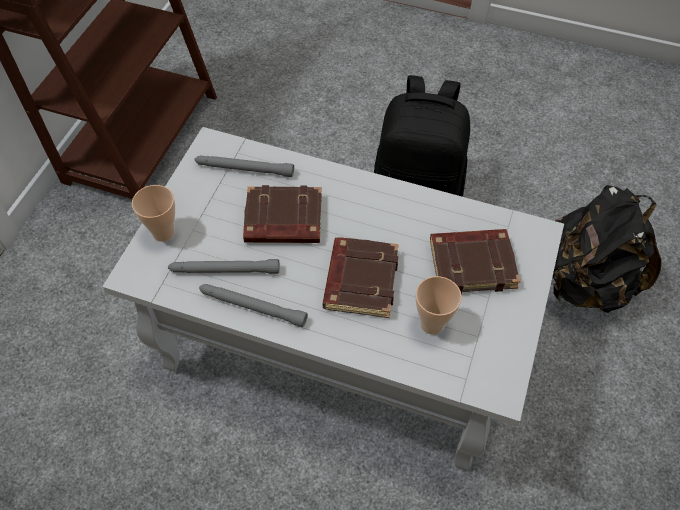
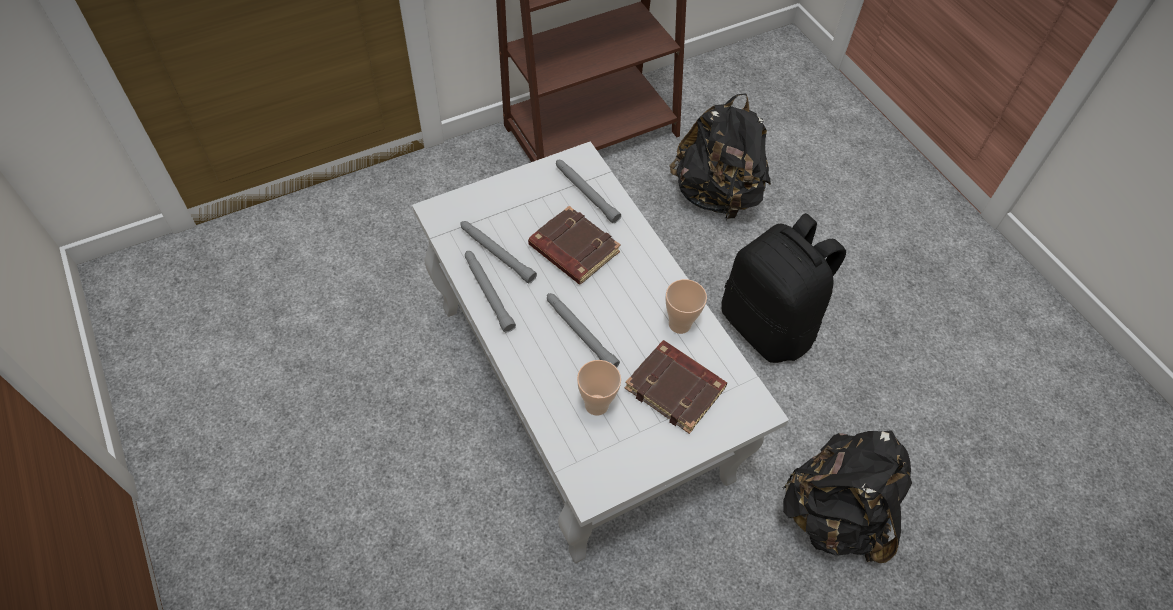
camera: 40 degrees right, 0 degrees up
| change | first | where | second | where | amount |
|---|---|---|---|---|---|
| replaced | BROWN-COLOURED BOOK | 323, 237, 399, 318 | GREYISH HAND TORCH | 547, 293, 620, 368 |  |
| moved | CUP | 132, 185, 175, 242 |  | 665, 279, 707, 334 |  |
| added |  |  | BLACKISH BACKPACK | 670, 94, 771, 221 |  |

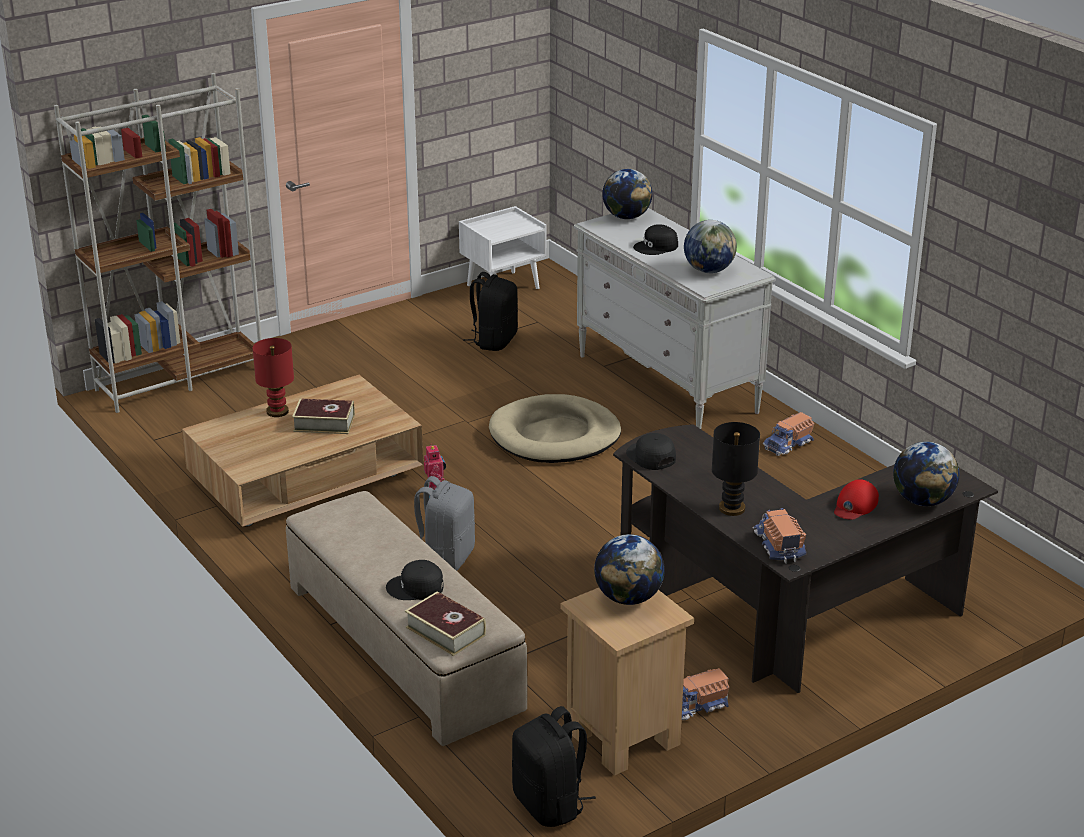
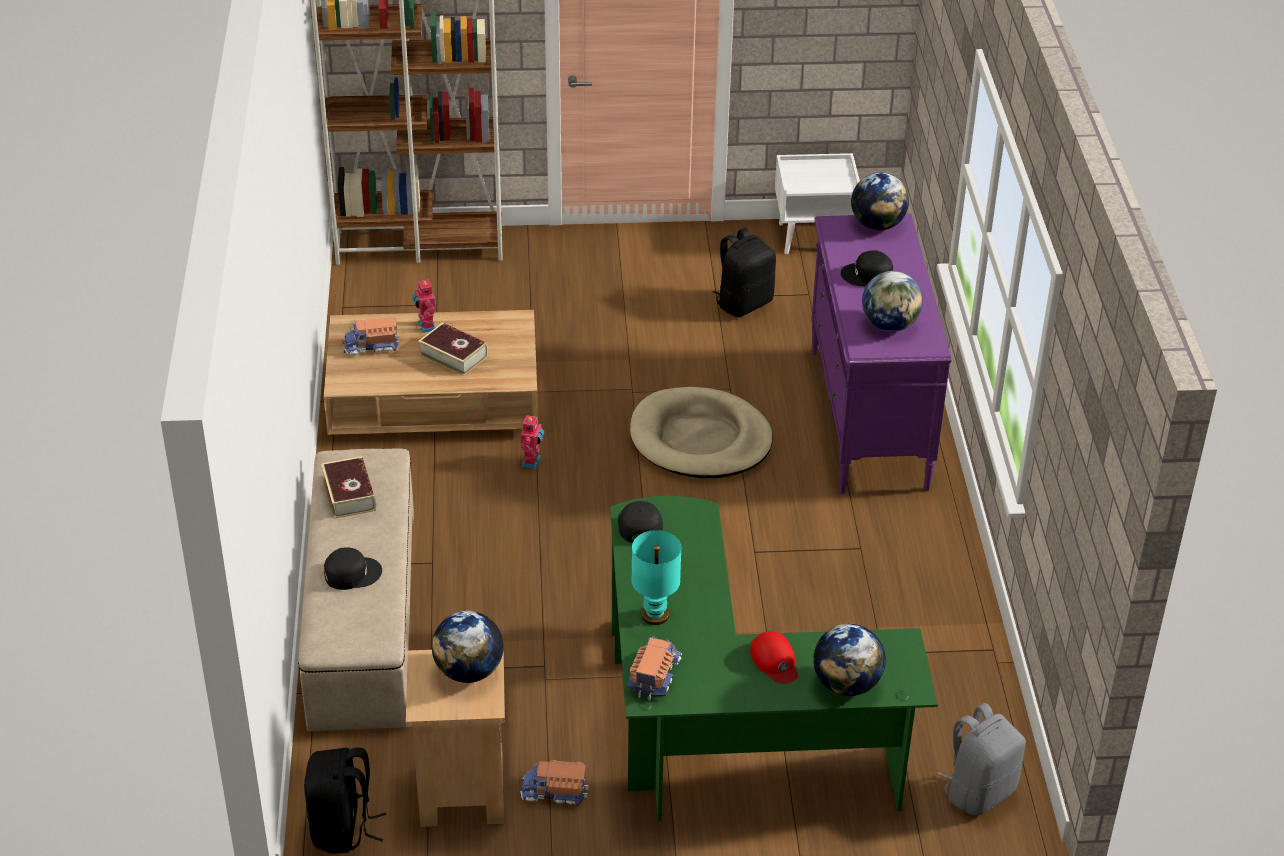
camera: 30 degrees right, 10 degrees up
| change | first | where | second | where | amount |
|---|---|---|---|---|---|
| moved | BOOK | 405, 591, 486, 656 |  | 321, 456, 376, 519 |  |
| turned | BLACKISH BASEBALL CAP | 386, 560, 444, 600 |  | 324, 547, 382, 590 | 135 degrees clockwise |
| moved | TOY LORRY | 763, 412, 814, 456 |  | 342, 317, 400, 355 |  |
| replaced | REDDISH TABLETOP LAMP | 253, 338, 294, 417 | TOY ROBOT | 412, 278, 436, 333 |  |
| recoloured | BLACKISH DESK UNIT | 613, 424, 998, 693 | GREENISH DESK UNIT | 610, 496, 938, 821 |  |
| recoloured | BLACKISH TABLETOP LAMP | 712, 422, 760, 516 | BLUE-GREEN TABLETOP LAMP | 631, 530, 681, 625 |  |
| turned | REDDISH BASEBALL CAP | 834, 479, 879, 520 |  | 750, 631, 798, 684 | 90 degrees counterclockwise |
| recoloured | WHITE-COLOURED CHEST OF DRAWERS | 574, 208, 776, 429 | PURPLE-COLOURED CHEST OF DRAWERS | 811, 214, 951, 494 |  |
| moved | GREYISH BACKPACK | 414, 476, 475, 571 |  | 938, 703, 1026, 816 |  |

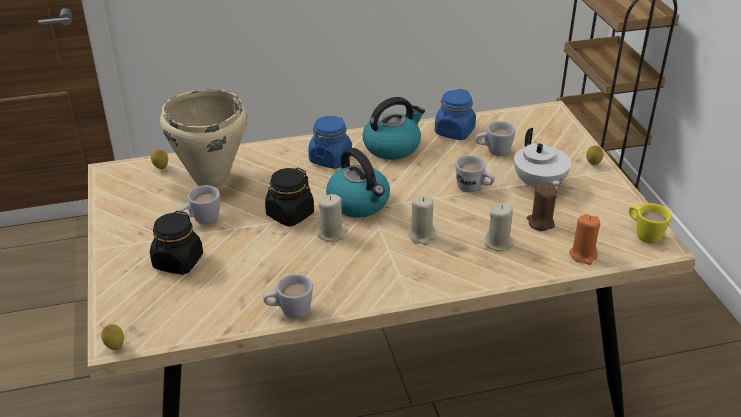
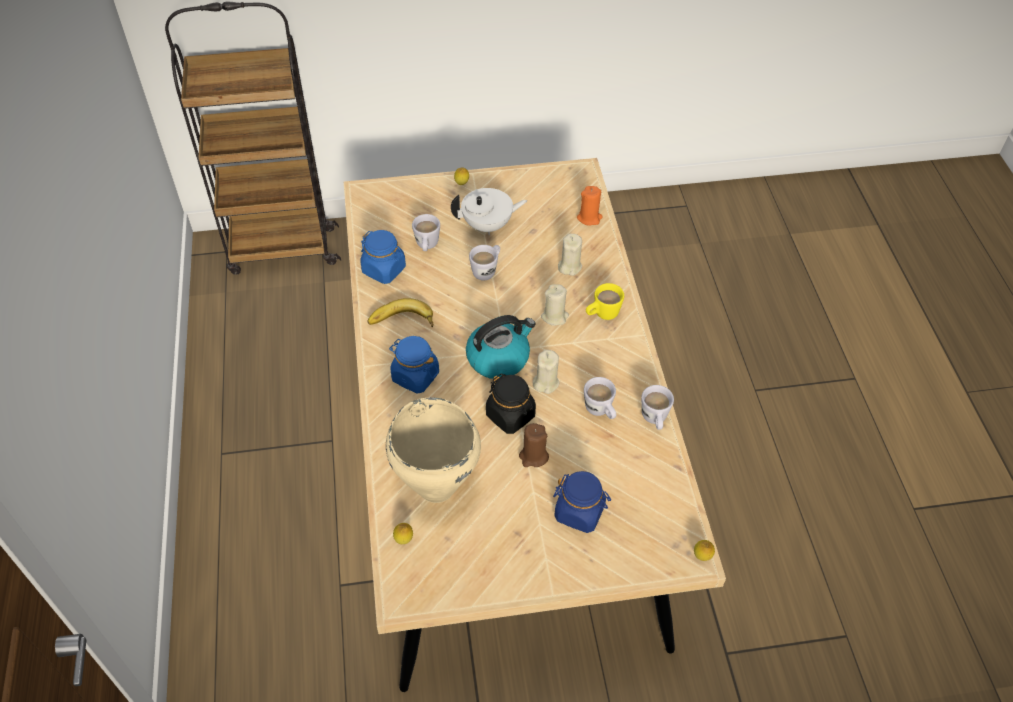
camera: 85 degrees left, 15 degrees up
| change | first | where | second | where | amount |
|---|---|---|---|---|---|
| replaced | KETTLE | 362, 97, 425, 160 | WHOLE BANANA | 368, 298, 433, 327 |  |
| moved | BROWN-COLOURED CANDLE | 527, 182, 557, 231 |  | 519, 423, 549, 467 |  |
| recoloured | BLACKISH JAR | 150, 211, 203, 275 | BLUE JAR | 553, 471, 611, 533 |  |
| moved | WHITE-COLOURED COFFEE MUG | 179, 185, 220, 224 |  | 584, 377, 616, 419 |  |
| moved | YELLOW COFFEE MUG | 629, 203, 671, 243 |  | 586, 283, 624, 320 |  |

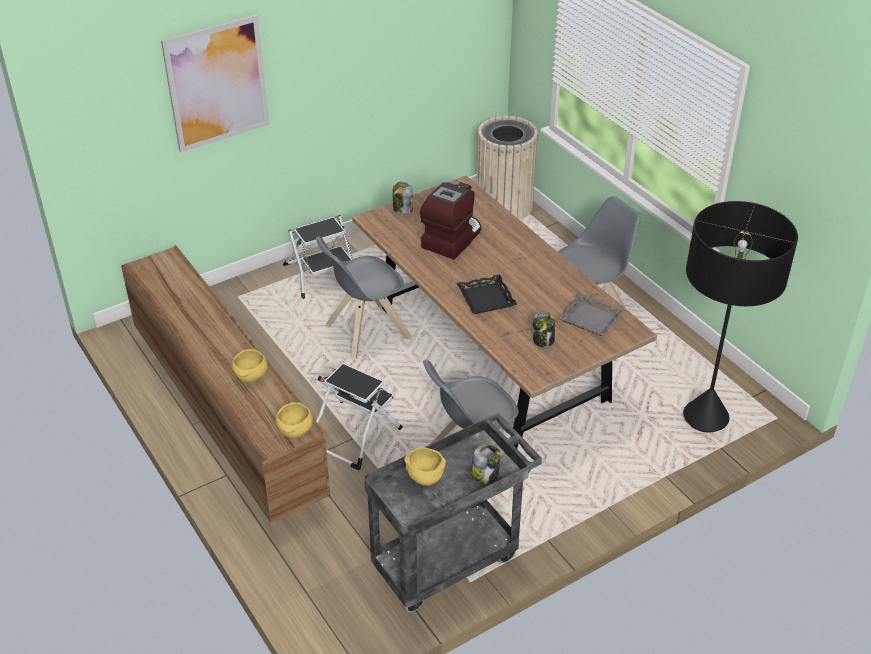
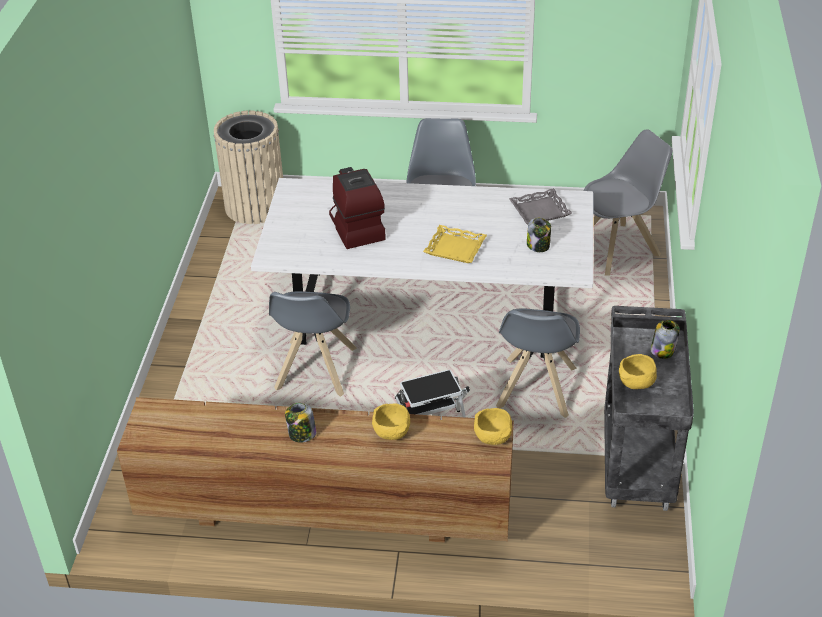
camera: 50 degrees left, 0 degrees up
| change | first | where | second | where | amount |
|---|---|---|---|---|---|
| recoloured | BROWN-COLOURED DINNER TABLE | 352, 176, 657, 448 | WHITE-COLOURED DINNER TABLE | 251, 178, 593, 358 |  |
| moved | JAR | 393, 182, 413, 214 |  | 285, 403, 317, 443 |  |
| recoloured | BLACKISH TRAY | 457, 274, 517, 314 | YELLOW TRAY | 423, 225, 487, 263 |  |
| replaced | BLACKISH STANDING LAMP | 683, 201, 798, 433 | GREYISH PLAIN CHAIR | 584, 129, 672, 276 |  |
| removed | WALL PICTURE | 161, 15, 269, 152 |  |  |  |
| removed | STEP LADDER | 283, 215, 353, 299 |  |  |  |

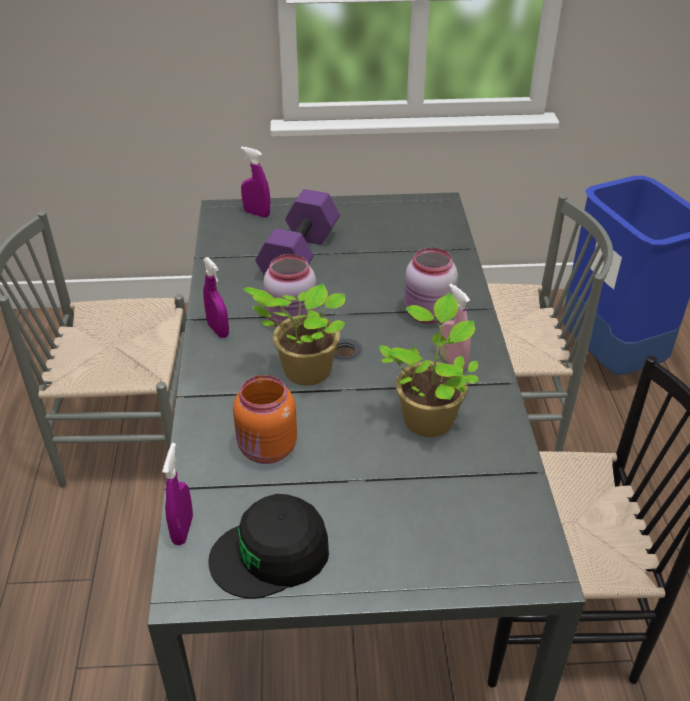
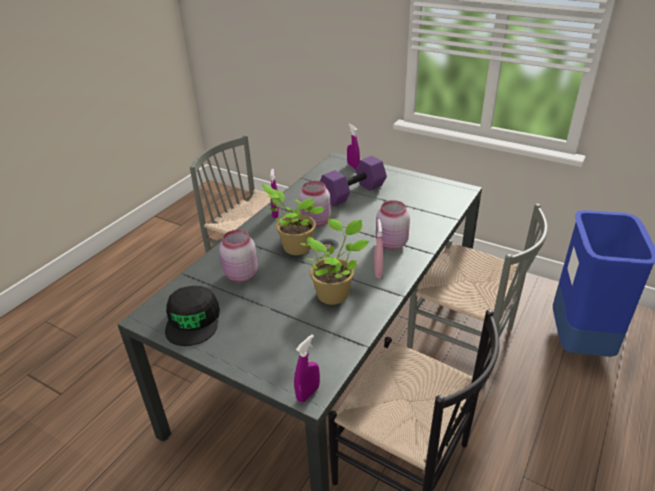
camera: 35 degrees right, 5 degrees down
| change | first | where | second | where | amount |
|---|---|---|---|---|---|
| turned | BLACKISH BASEBALL CAP | 208, 494, 329, 599 |  | 165, 286, 220, 346 | 105 degrees counterclockwise |
| recoloured | ORANGE-COLOURED JAR | 233, 375, 297, 464 | PINK JAR | 219, 230, 258, 282 |  |
| moved | PURPLE-COLOURED HAND SPRAYER | 162, 443, 193, 545 |  | 294, 334, 320, 402 |  |

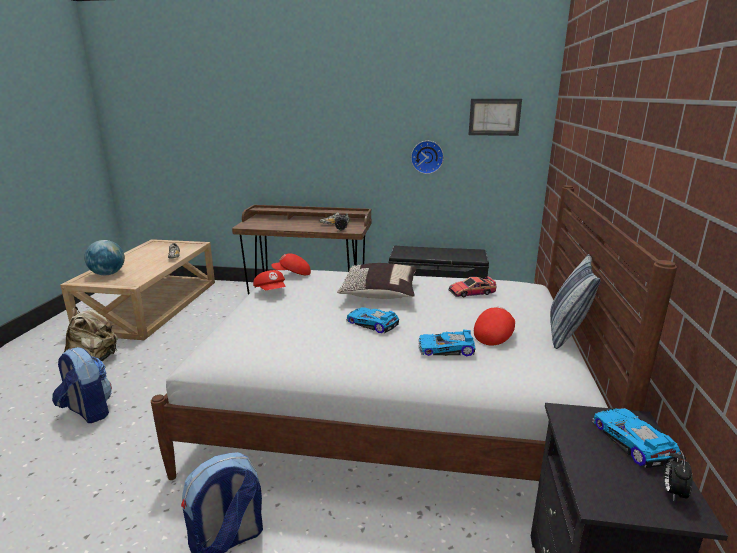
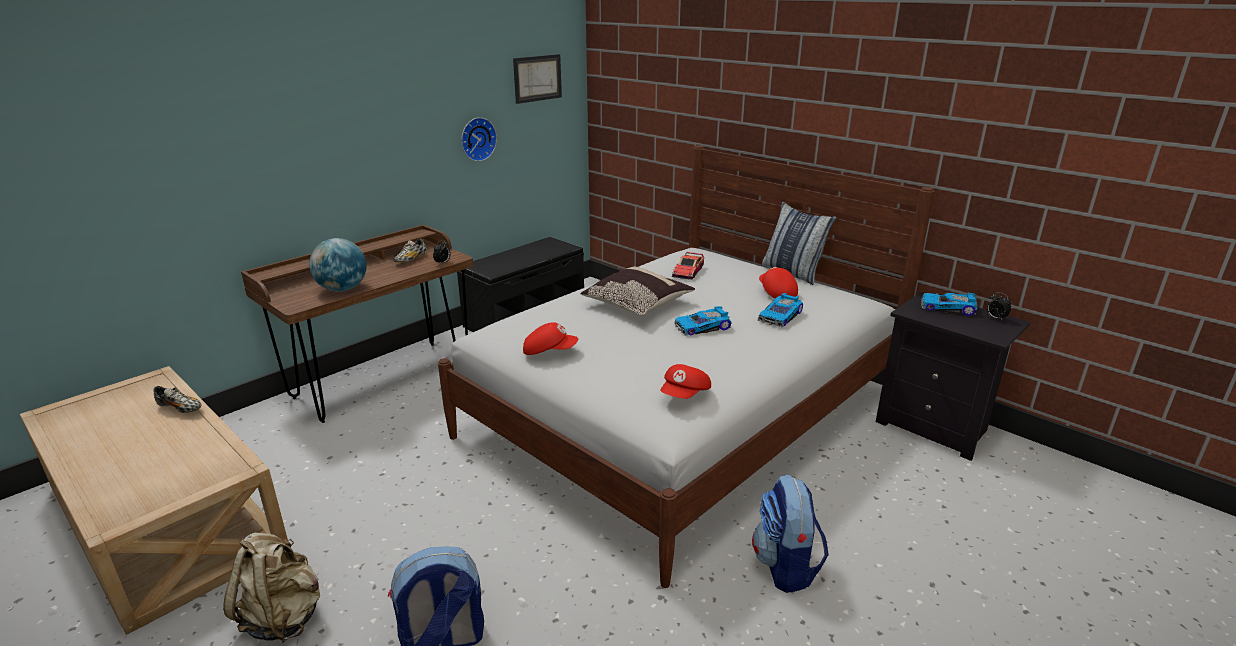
camera: 55 degrees left, 5 degrees up
| change | first | where | second | where | amount |
|---|---|---|---|---|---|
| moved | GLOBE | 84, 240, 125, 275 |  | 309, 238, 367, 292 |  |
| moved | REDDISH BASEBALL CAP | 271, 253, 311, 275 |  | 661, 364, 711, 399 |  |

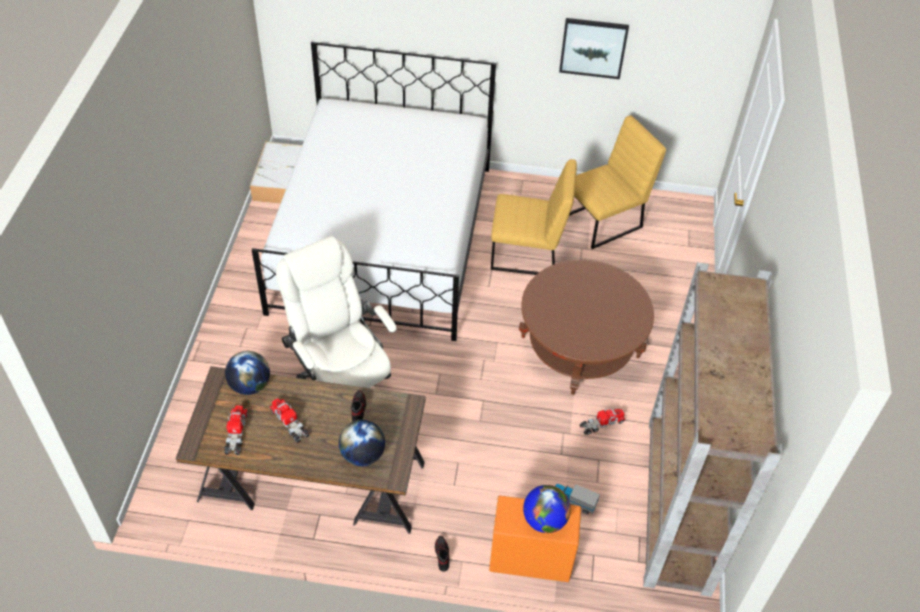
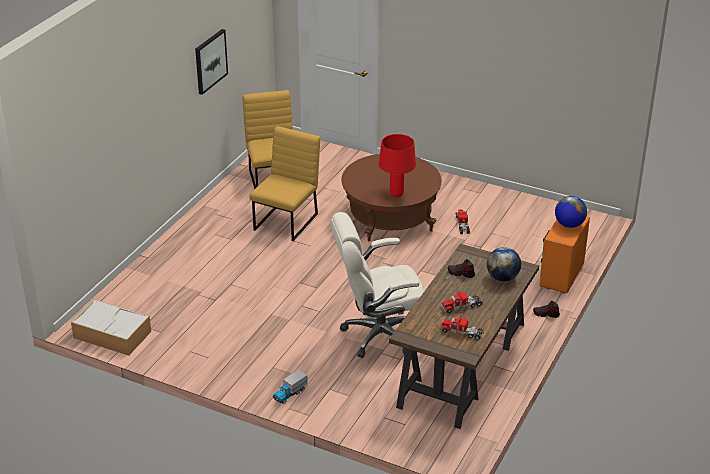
camera: 70 degrees left, 15 degrees down
| change | first | where | second | where | amount |
|---|---|---|---|---|---|
| moved | TOY LORRY | 555, 484, 600, 514 |  | 273, 370, 308, 404 |  |
| added |  |  | REDDISH TABLETOP LAMP | 379, 134, 416, 197 |  |
| removed | GLOBE | 225, 351, 270, 395 |  |  |  |
| removed | WHITE-COLOURED SLEEPING BED | 252, 42, 496, 341 |  |  |  |
| removed | BROWN-COLOURED BOOKSHELF | 643, 262, 782, 597 |  |  |  |

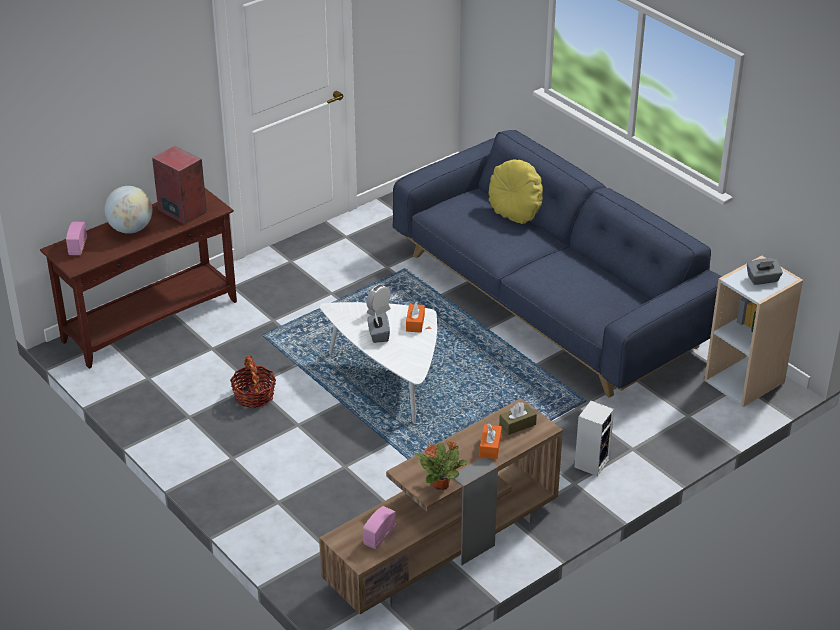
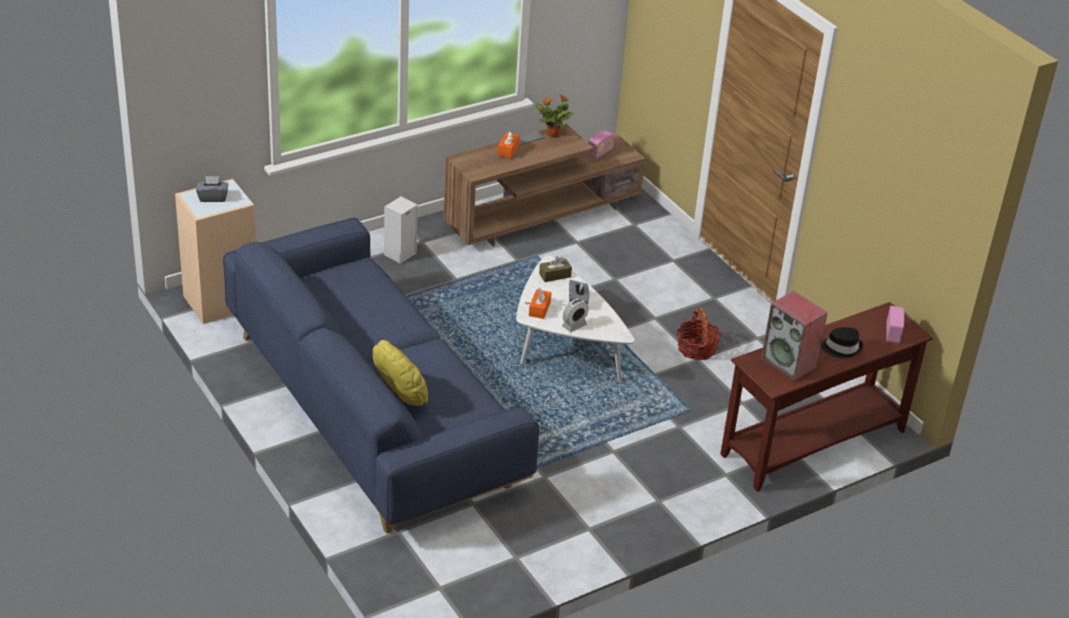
camera: 175 degrees left, 0 degrees up
| change | first | where | second | where | amount |
|---|---|---|---|---|---|
| moved | BROWN-COLOURED TISSUE BOX | 499, 403, 537, 435 |  | 539, 256, 572, 282 |  |
| replaced | GLOBE | 104, 186, 152, 234 | BLACKISH WEARABLE HAT | 821, 327, 863, 358 |  |

